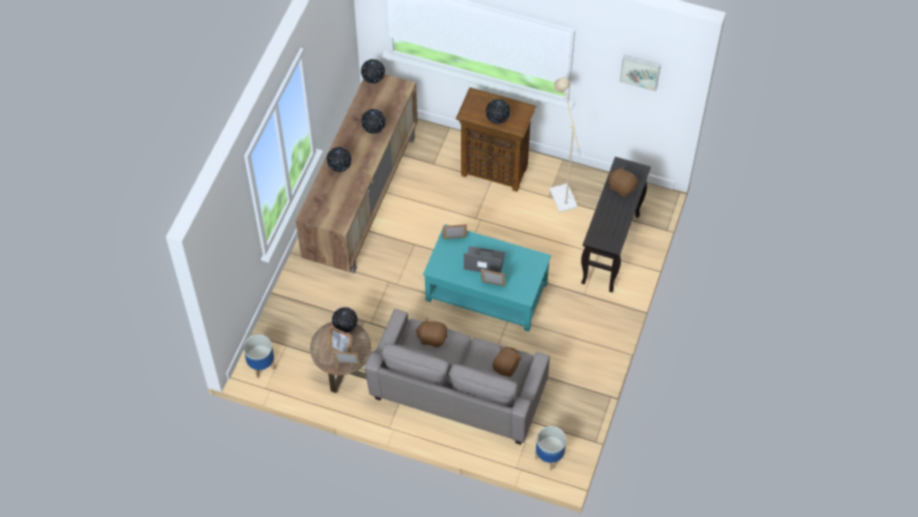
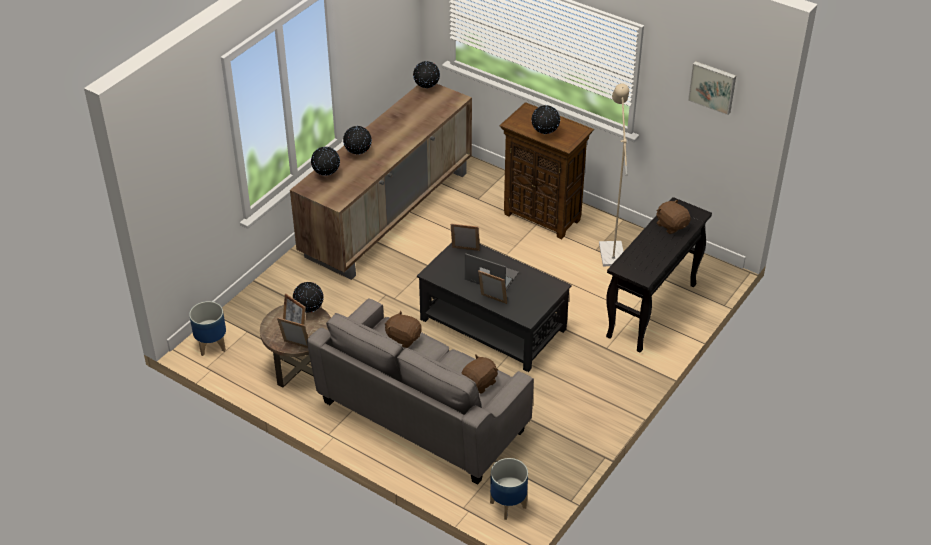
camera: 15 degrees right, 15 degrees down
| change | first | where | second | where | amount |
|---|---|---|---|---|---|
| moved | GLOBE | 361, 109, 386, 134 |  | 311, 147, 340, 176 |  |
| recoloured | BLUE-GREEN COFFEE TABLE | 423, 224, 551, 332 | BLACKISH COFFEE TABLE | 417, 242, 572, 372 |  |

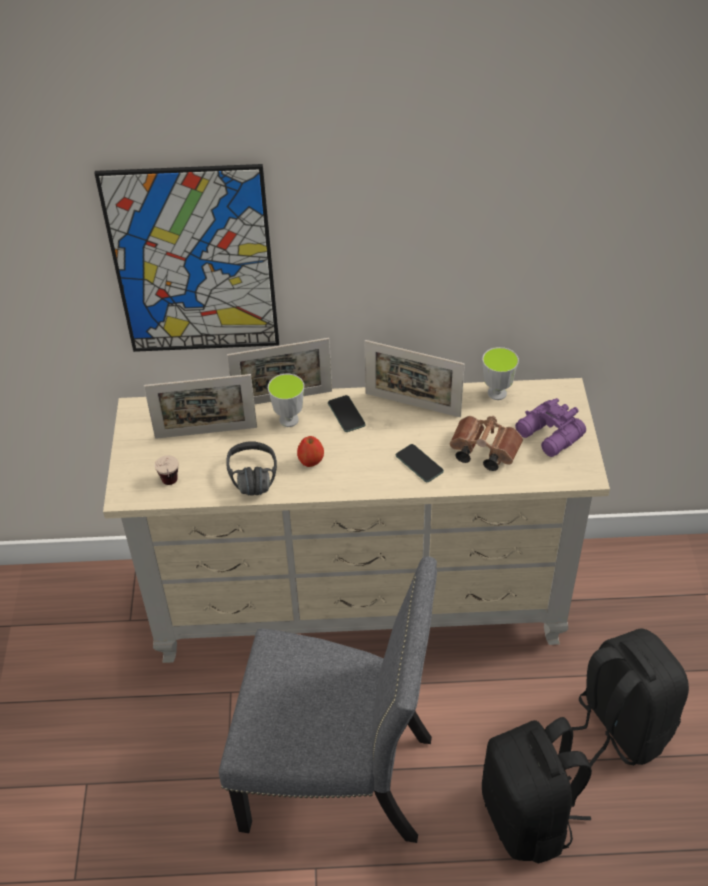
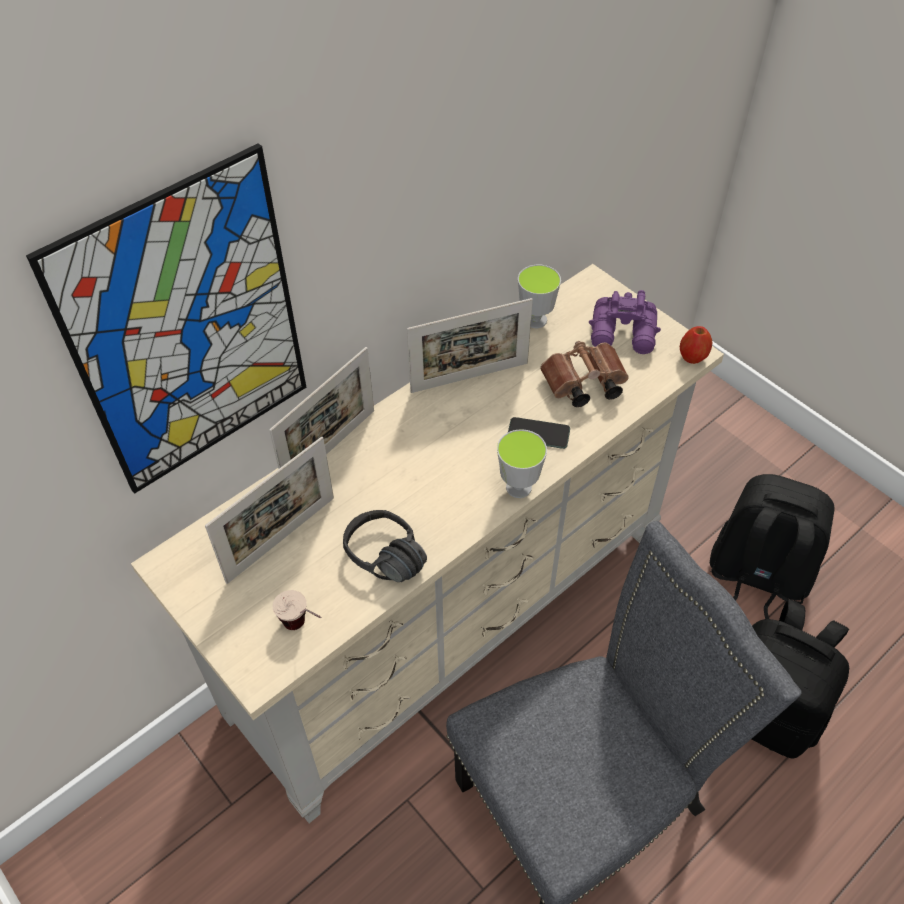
camera: 40 degrees left, 5 degrees up
| change | first | where | second | where | amount |
|---|---|---|---|---|---|
| moved | CUP | 268, 374, 304, 427 |  | 497, 429, 547, 498 |  |
| moved | APPLE | 297, 436, 324, 467 |  | 680, 326, 712, 364 |  |
| removed | HANDSET | 328, 395, 366, 432 |  |  |  |

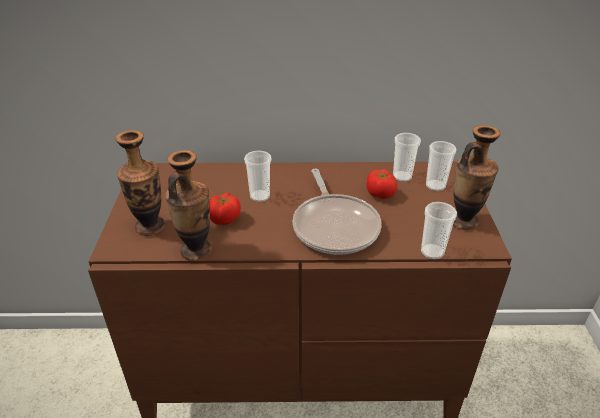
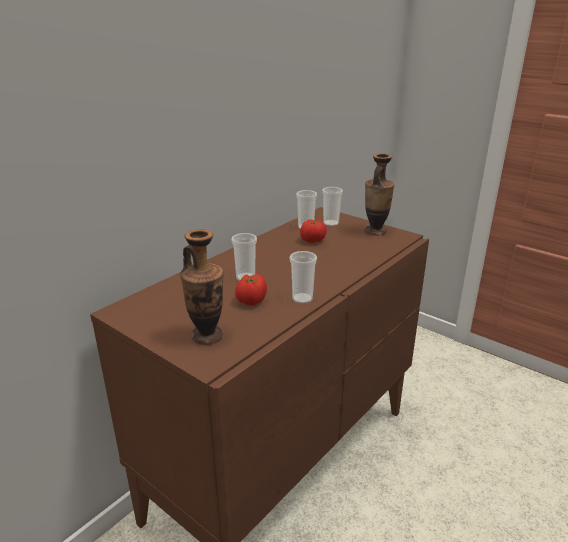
camera: 50 degrees left, 10 degrees down
| change | first | where | second | where | amount |
|---|---|---|---|---|---|
| moved | CUP | 421, 202, 457, 259 |  | 289, 251, 317, 304 |  |
| removed | VASE | 165, 150, 212, 261 |  |  |  |
| removed | SKILLET | 293, 169, 382, 255 |  |  |  |

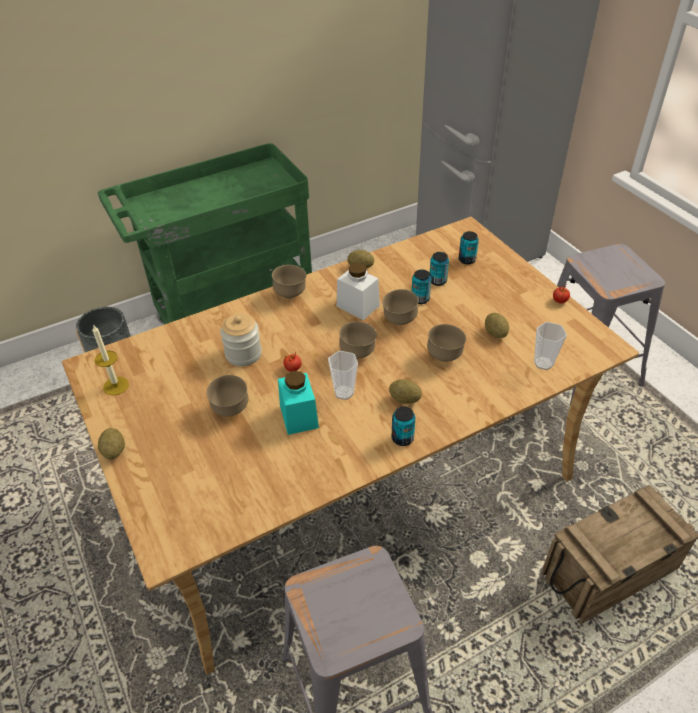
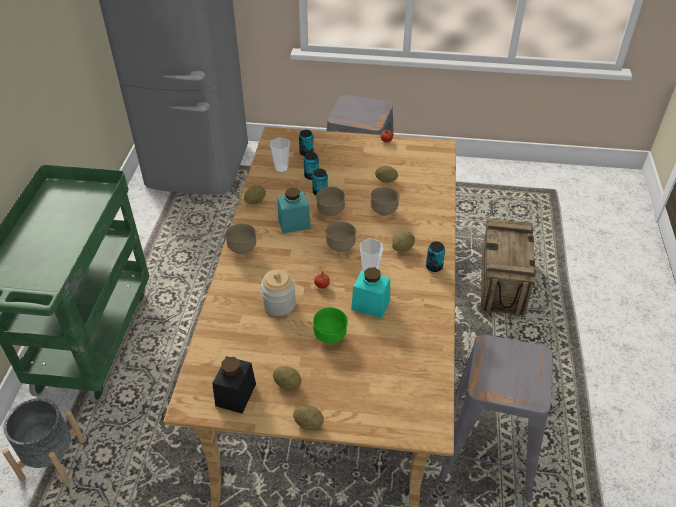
camera: 55 degrees left, 0 degrees up
| change | first | where | second | where | amount |
|---|---|---|---|---|---|
| replaced | CANDLE | 92, 324, 129, 396 | BLACKISH JAR | 212, 356, 256, 413 |  |
| moved | CUP | 534, 322, 567, 370 |  | 270, 137, 290, 173 |  |
| added |  |  | POTATO | 273, 366, 301, 389 |  |
| recoloured | WHITE-COLOURED JAR | 337, 263, 380, 320 | BLUE-GREEN JAR | 277, 188, 311, 234 |  |
| recoloured | BROWN-COLOURED BOWL | 206, 375, 248, 417 | GREENISH BOWL | 313, 307, 348, 343 |  |

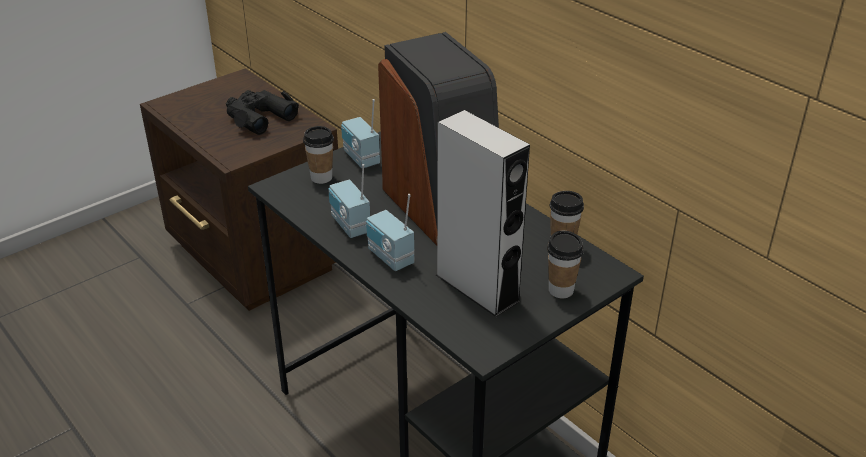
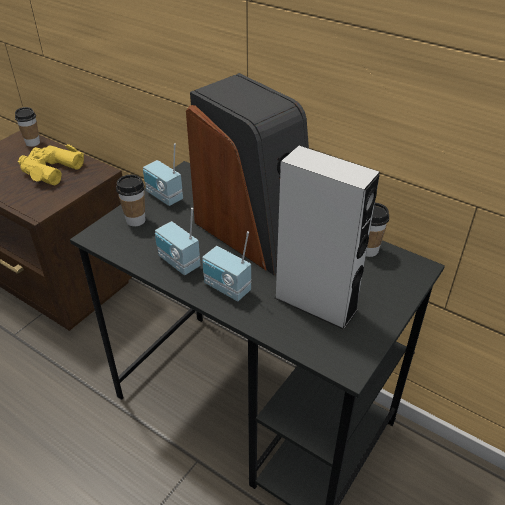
camera: 15 degrees left, 5 degrees up
| change | first | where | second | where | amount |
|---|---|---|---|---|---|
| moved | CUP | 547, 231, 584, 298 |  | 15, 107, 40, 147 |  |
| recoloured | BLACKISH PAIR OF BINOCULARS | 226, 90, 299, 135 | YELLOW PAIR OF BINOCULARS | 18, 144, 84, 185 |  |

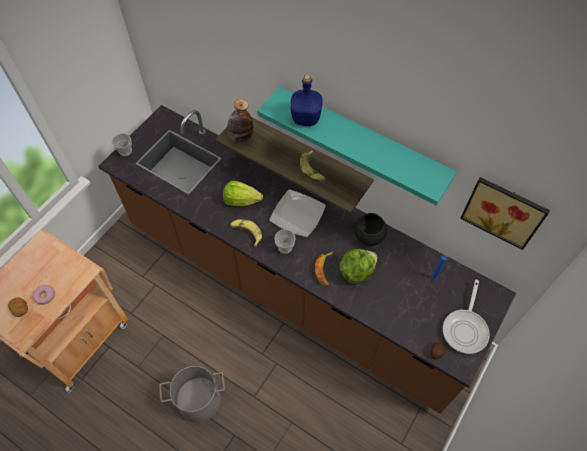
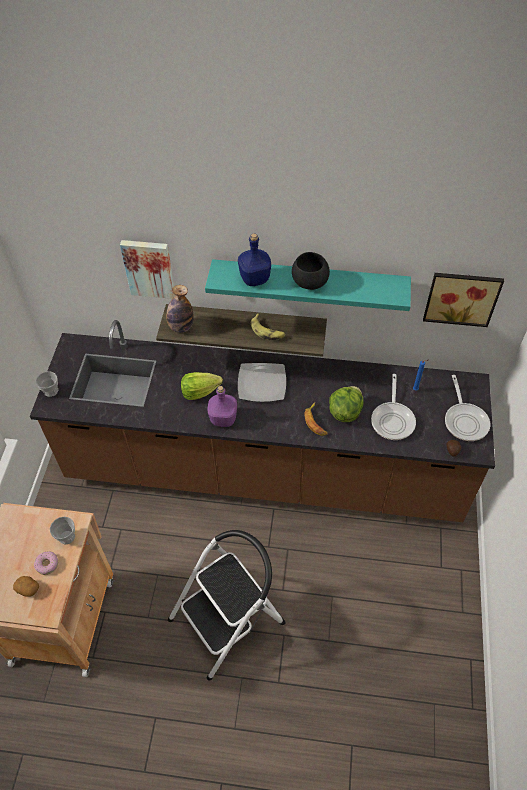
camera: 25 degrees left, 5 degrees down
| change | first | where | second | where | amount |
|---|---|---|---|---|---|
| moved | CUP | 274, 229, 296, 254 |  | 50, 517, 75, 545 |  |
| added |  |  | WALL PICTURE | 120, 240, 175, 299 |  |
| replaced | GREYISH WATER BUCKET | 159, 366, 225, 422 | STEP LADDER | 168, 530, 286, 681 |  |
| replaced | WHOLE BANANA | 230, 219, 262, 246 | PURPLE-COLOURED BOTTLE | 208, 386, 237, 427 |  |
| moved | BLACKISH BOWL | 354, 213, 387, 246 |  | 292, 252, 330, 290 |  |
| added |  |  | SKILLET | 371, 374, 416, 440 |  |

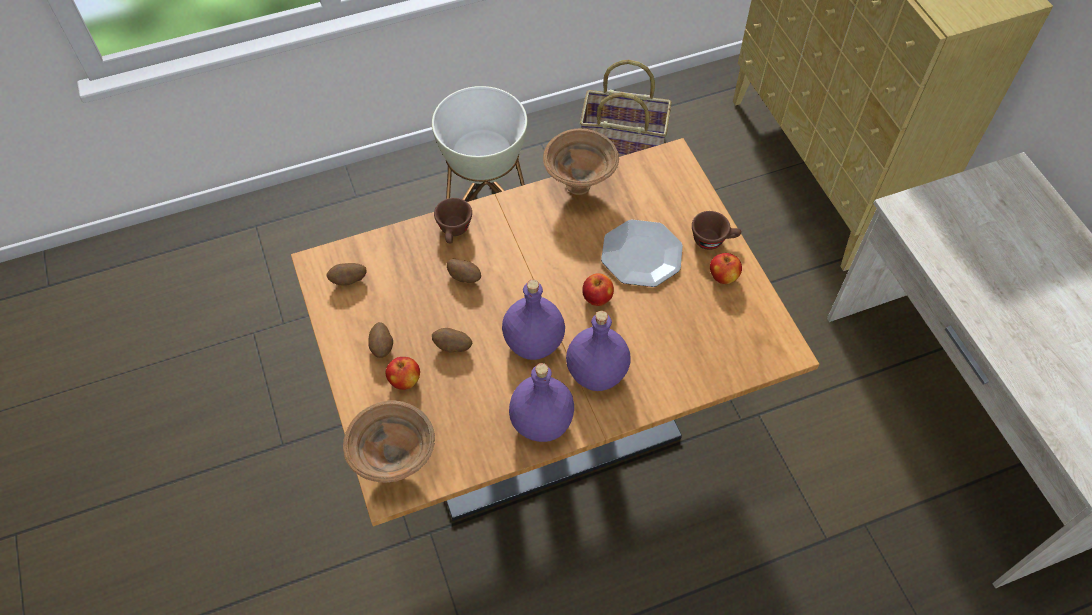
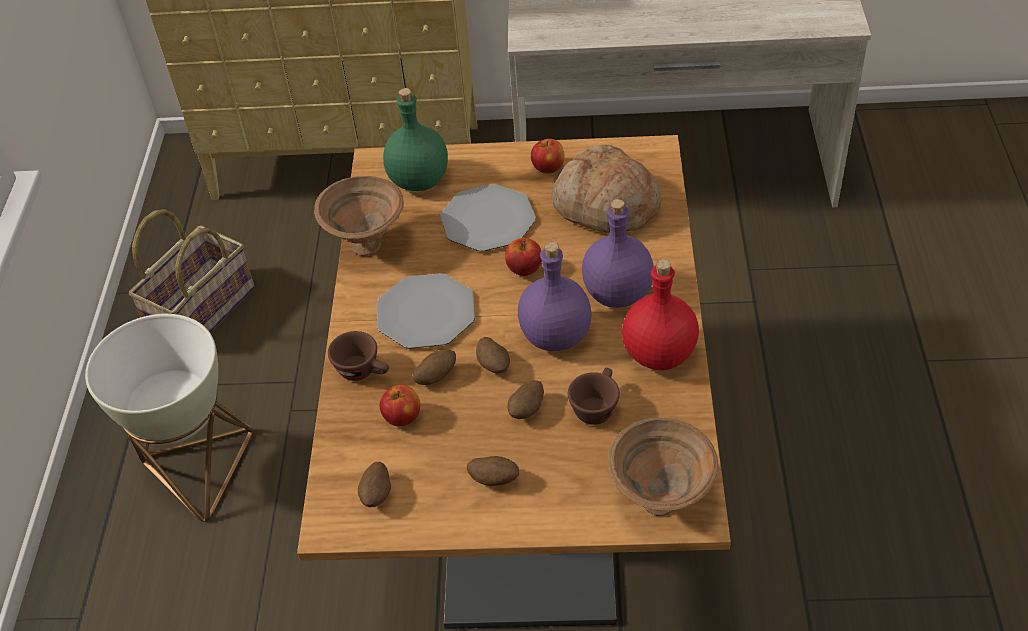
camera: 65 degrees left, 10 degrees down
| change | first | where | second | where | amount |
|---|---|---|---|---|---|
| added |  |  | FLAT DISH | 377, 273, 475, 349 |  |
| moved | APPLE | 385, 357, 420, 390 |  | 379, 385, 420, 427 |  |
| added |  |  | GREENISH BOTTLE | 383, 88, 448, 191 |  |
| added |  |  | POTATO | 476, 337, 510, 373 |  |
| added |  |  | BAKERY BREAD | 551, 145, 661, 233 |  |
| moved | BROWN-COLOURED CUP | 692, 211, 741, 250 |  | 568, 368, 620, 425 |  |
| recoloured | PURPLE-COLOURED BOTTLE | 509, 363, 574, 442 | REDDISH BOTTLE | 622, 259, 699, 370 |  |

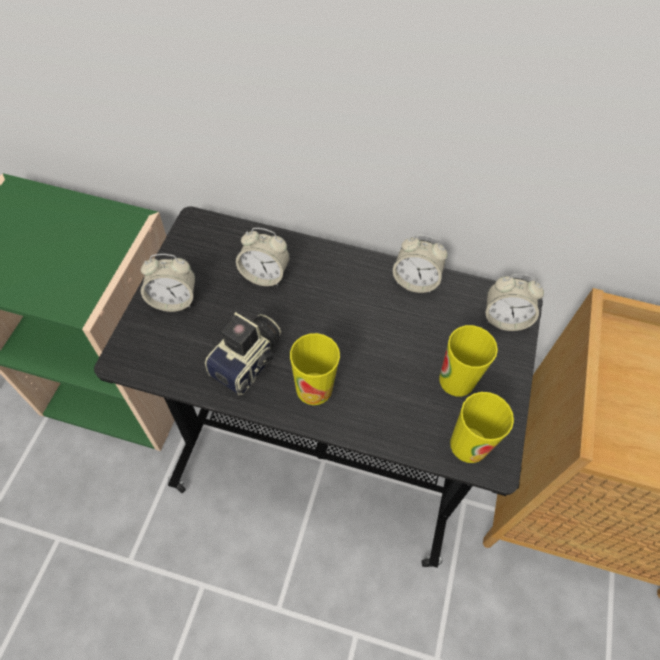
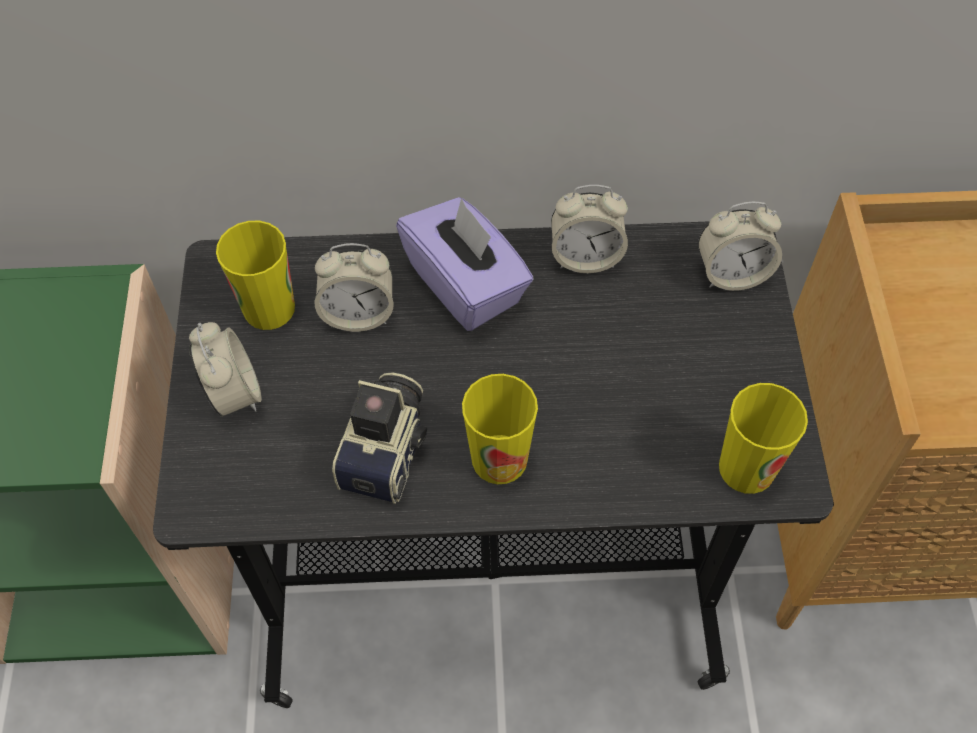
camera: 15 degrees left, 0 degrees up
| change | first | where | second | where | amount |
|---|---|---|---|---|---|
| turned | ALARM CLOCK | 141, 254, 195, 312 |  | 189, 322, 262, 417 | 90 degrees counterclockwise |
| moved | CUP | 439, 325, 498, 396 |  | 216, 221, 295, 330 |  |
| added |  |  | PURPLE-COLOURED TISSUE BOX | 396, 197, 534, 331 |  |

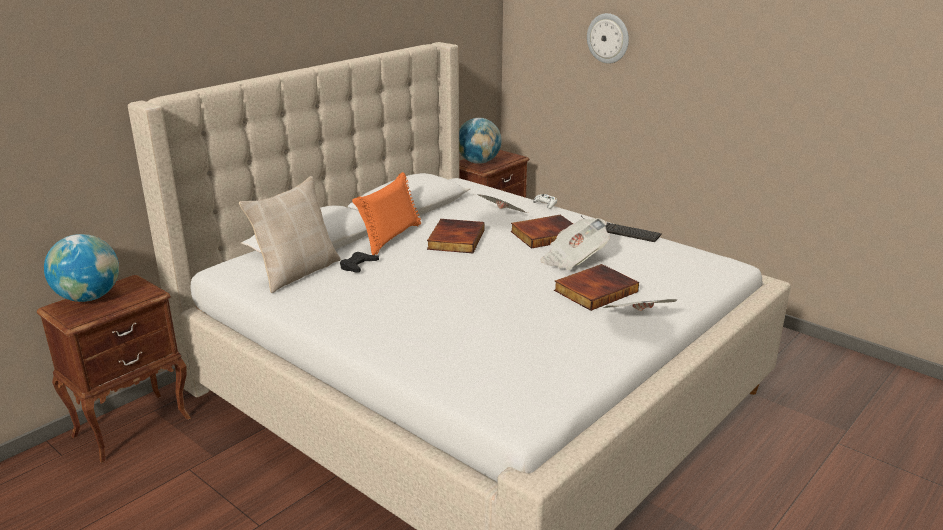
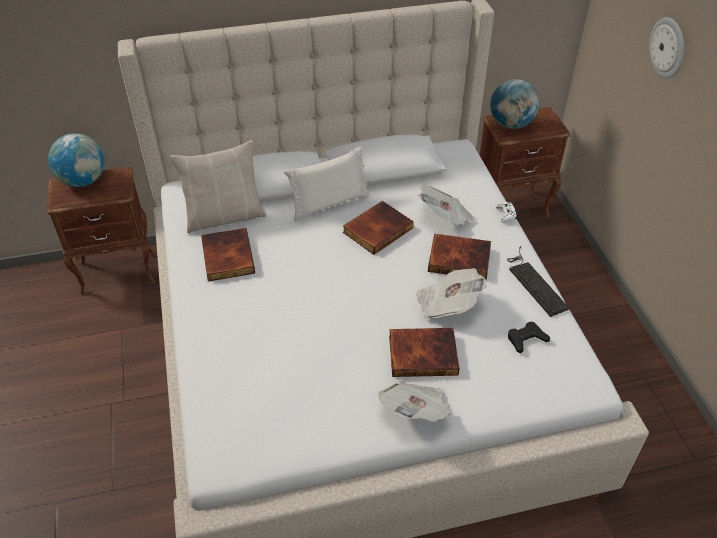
camera: 35 degrees right, 20 degrees up
| change | first | where | second | where | amount |
|---|---|---|---|---|---|
| added |  |  | BOOK | 201, 228, 255, 281 |  |
| recoloured | ORANGE-COLOURED PILLOW | 352, 172, 421, 255 | WHITE-COLOURED PILLOW | 284, 146, 370, 222 |  |
| moved | BLACKISH GAMEPAD | 340, 252, 379, 272 |  | 508, 322, 550, 353 |  |

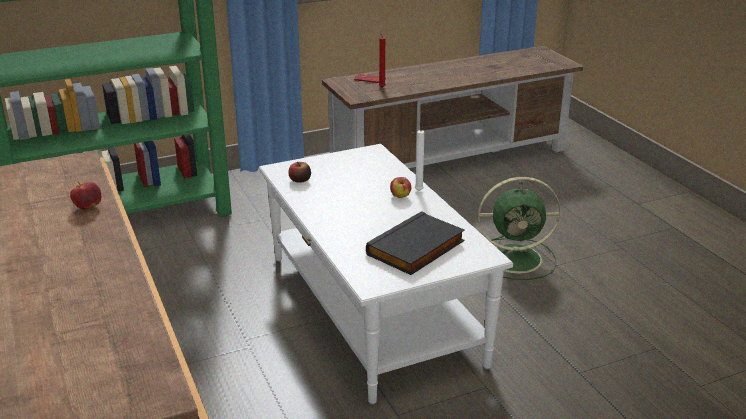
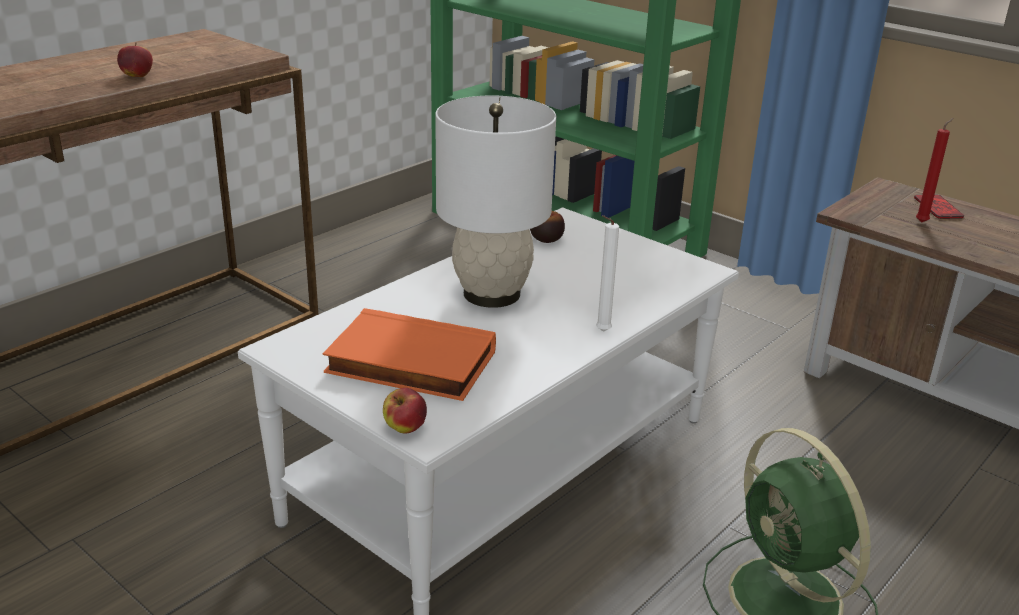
camera: 65 degrees right, 0 degrees up
| change | first | where | second | where | amount |
|---|---|---|---|---|---|
| recoloured | BLACKISH BOOK | 366, 211, 465, 275 | ORANGE-COLOURED BOOK | 323, 308, 496, 401 |  |
| moved | APPLE | 390, 177, 411, 198 |  | 383, 388, 427, 434 |  |
| added |  |  | WHITE-COLOURED TABLETOP LAMP | 435, 95, 556, 308 |  |

